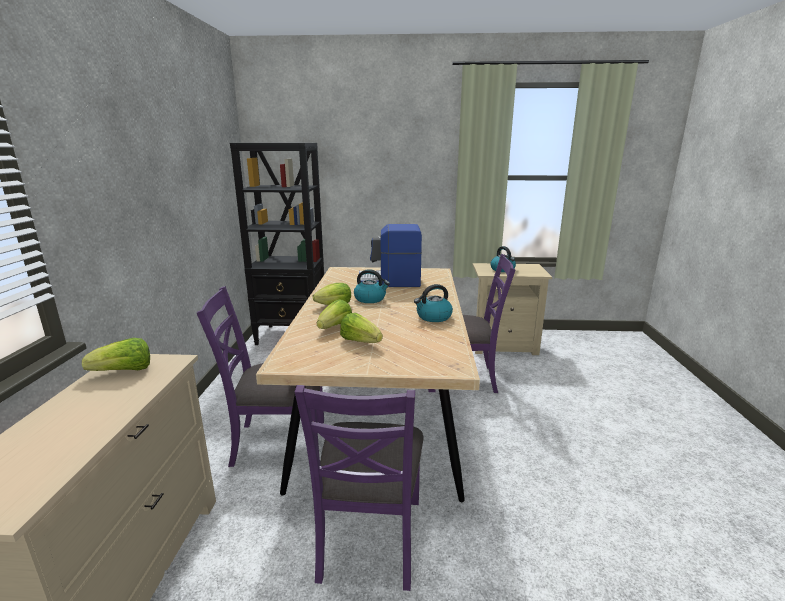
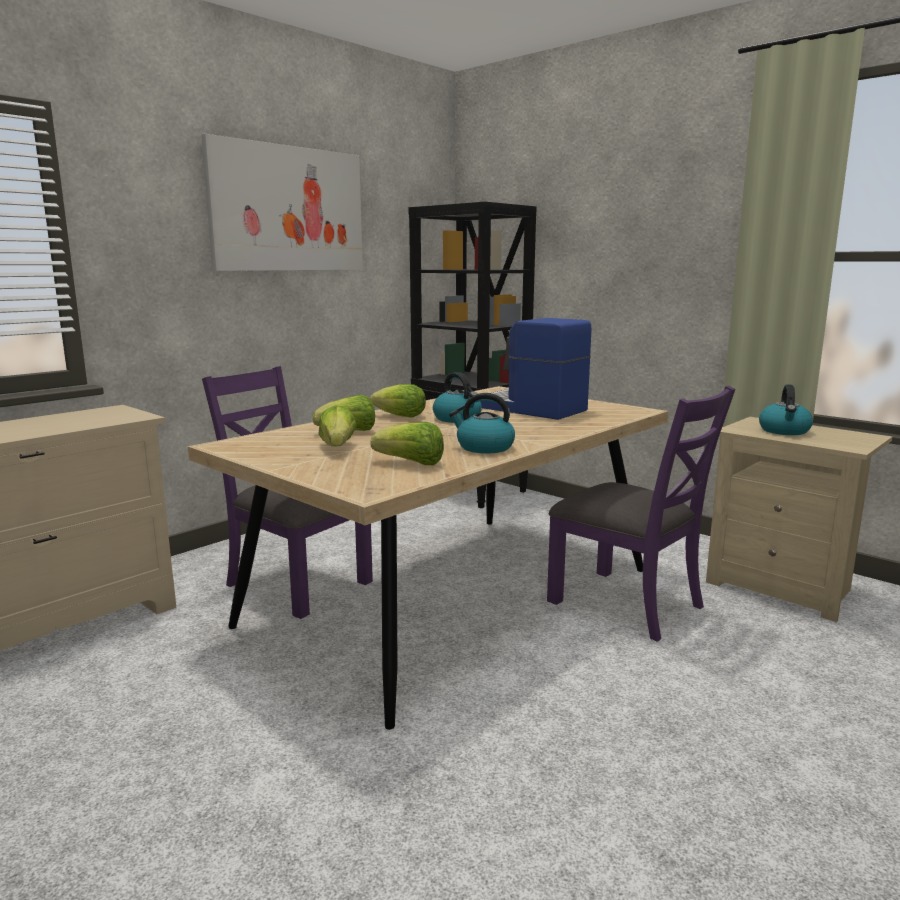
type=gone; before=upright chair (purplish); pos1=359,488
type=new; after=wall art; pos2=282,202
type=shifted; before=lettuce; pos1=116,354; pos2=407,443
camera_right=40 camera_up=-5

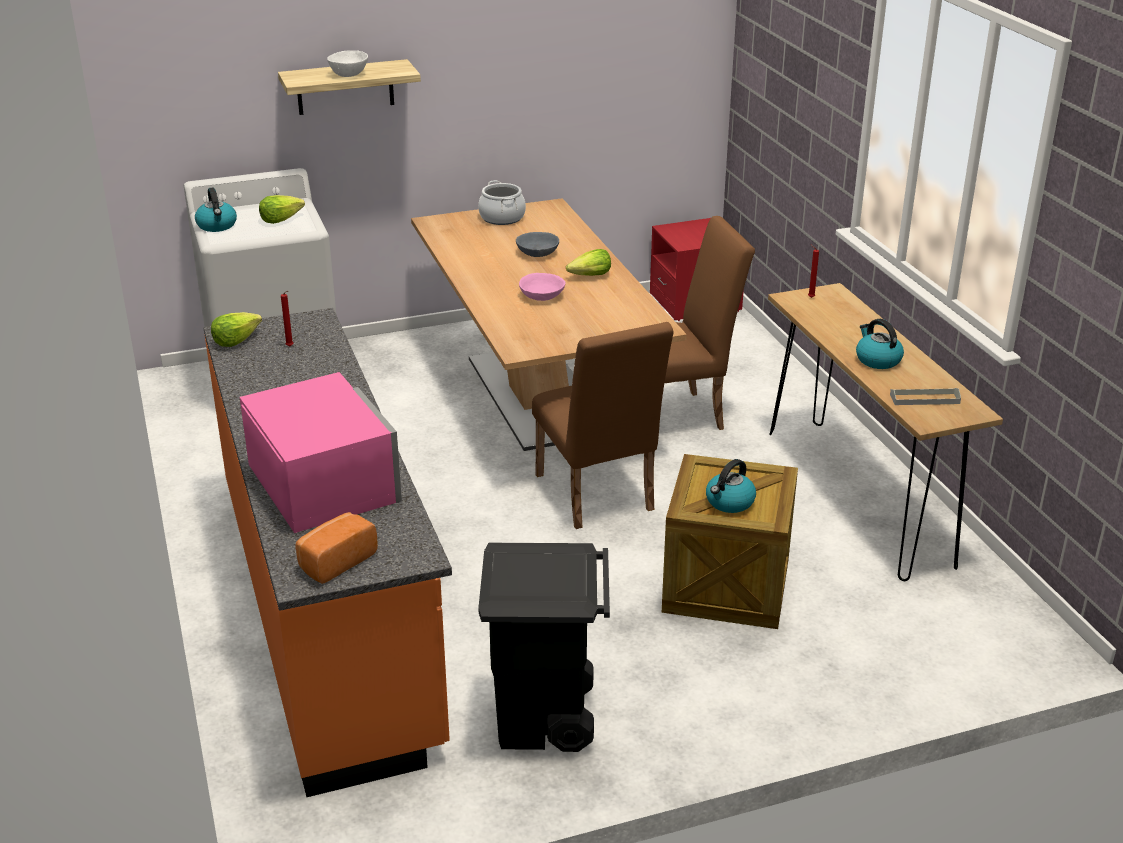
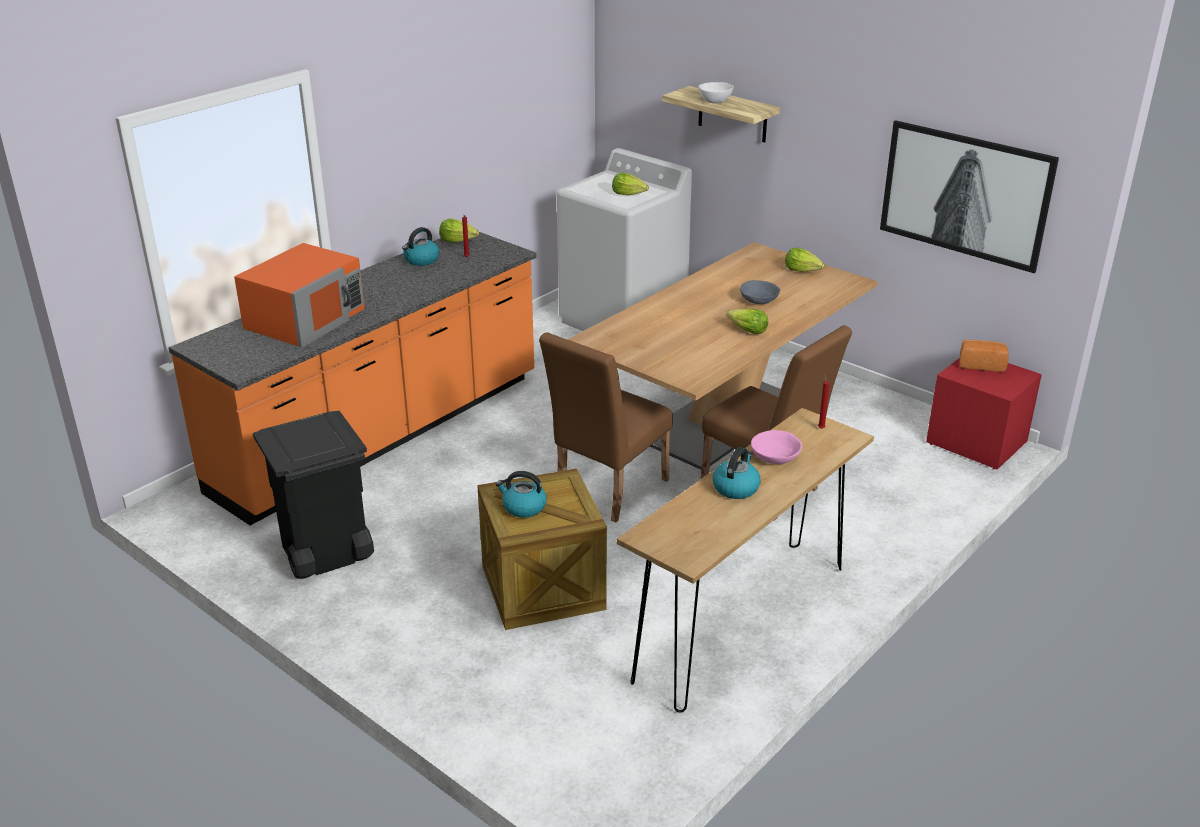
type=gone; before=carrying tray (gray); pos1=925,396
type=new; after=wall art; pos2=969,196
type=shifted; before=kettle; pos1=216,209; pos2=420,246
type=shifted; before=baked bread; pos1=336,548; pos2=984,356
type=shifted; before=bowl (pink); pos1=542,287; pos2=776,447
type=swapped; before=stockpot; after=lettuce; pos1=502,202; pos2=804,259
type=repainted; before=kitchen microwave (pink); after=kitchen microwave (orange-coloured); pos1=320,452; pos2=299,295
camera_right=60 camera_up=0

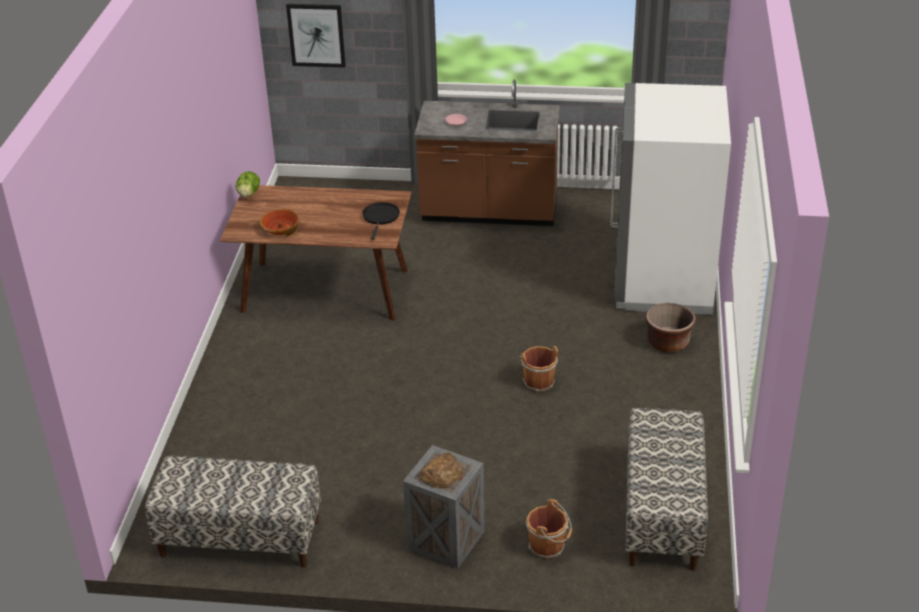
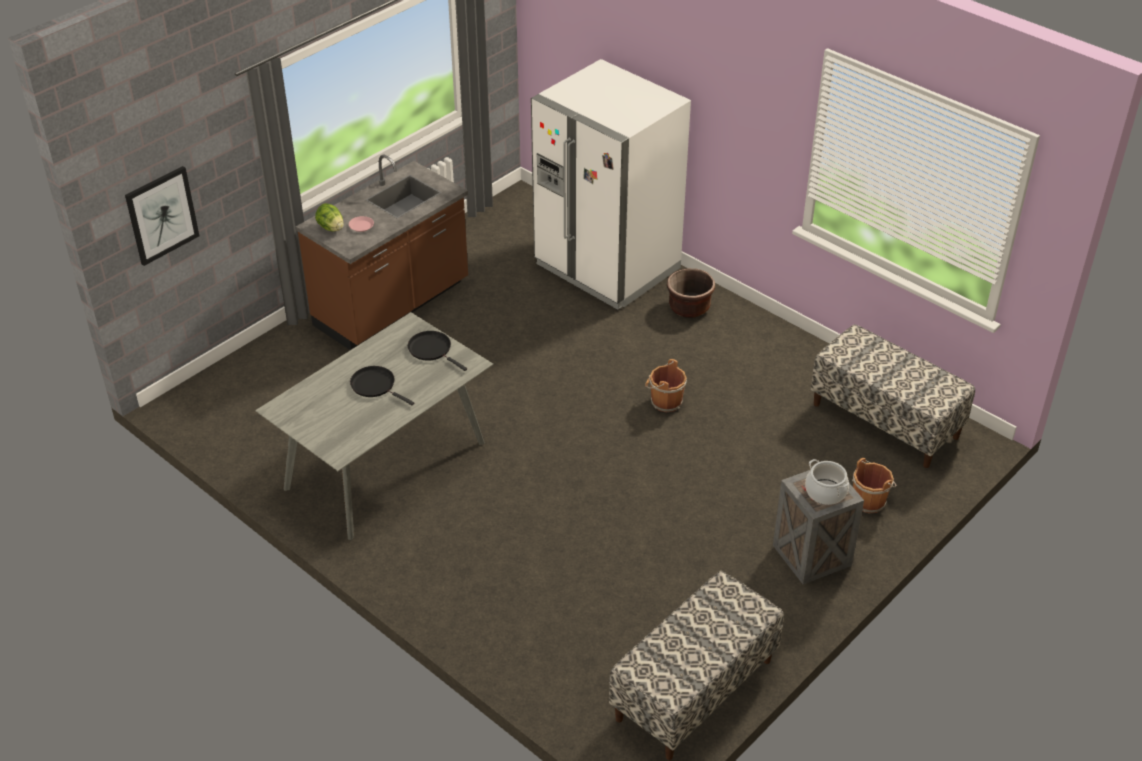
type=gone; before=bowl; pos1=279,223
type=new; after=frying pan (black-coloured); pos2=382,385
type=shifted; before=lettuce; pos1=248,184; pos2=329,217
type=swapped; before=baked bread; after=stockpot; pos1=441,470; pos2=827,482
type=repainted; before=dining table (brown-coloured); after=dining table (gray); pos1=316,253; pos2=374,426
camera_right=-55 camera_up=5

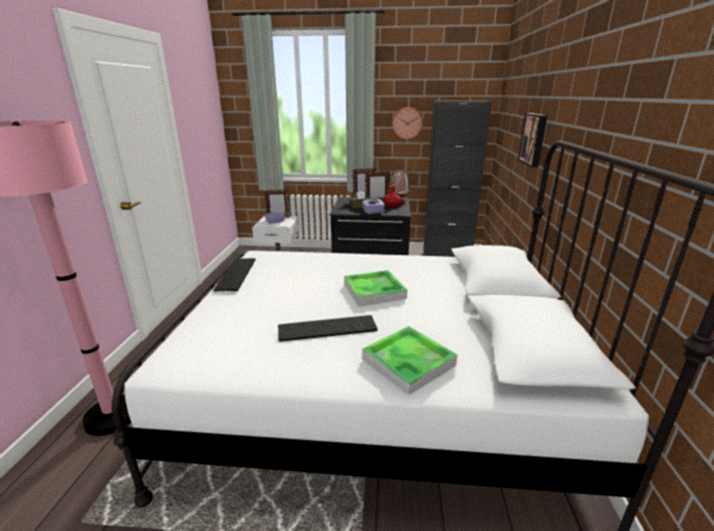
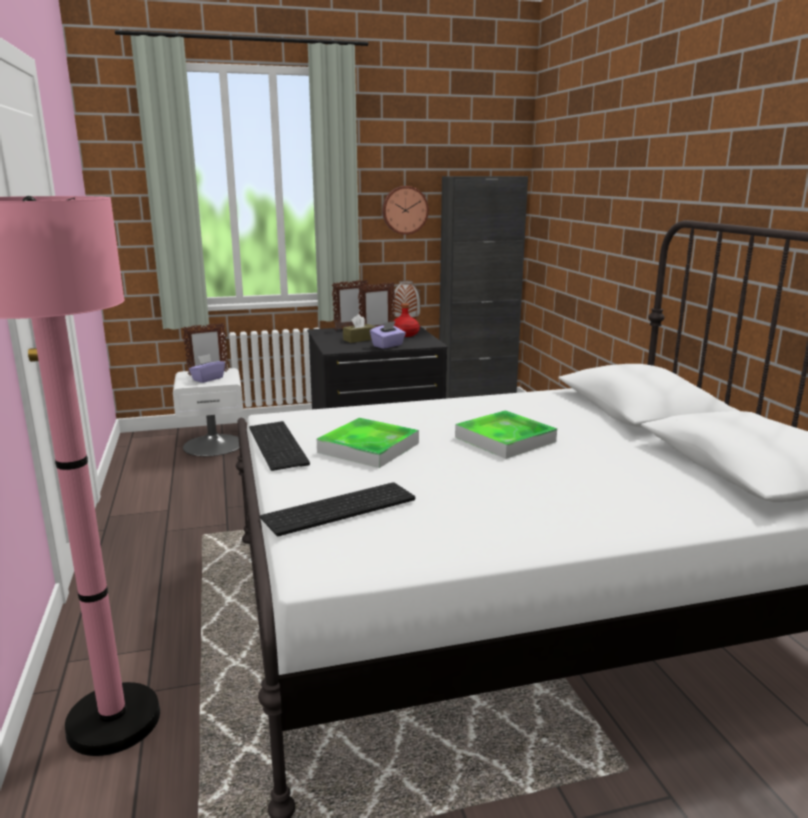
type=gone; before=wall art; pos1=532,140
type=shifted; before=keyboard; pos1=328,328; pos2=337,509
type=shifted; before=carrying tray; pos1=409,360; pos2=368,443
camera_right=-20 camera_up=-5

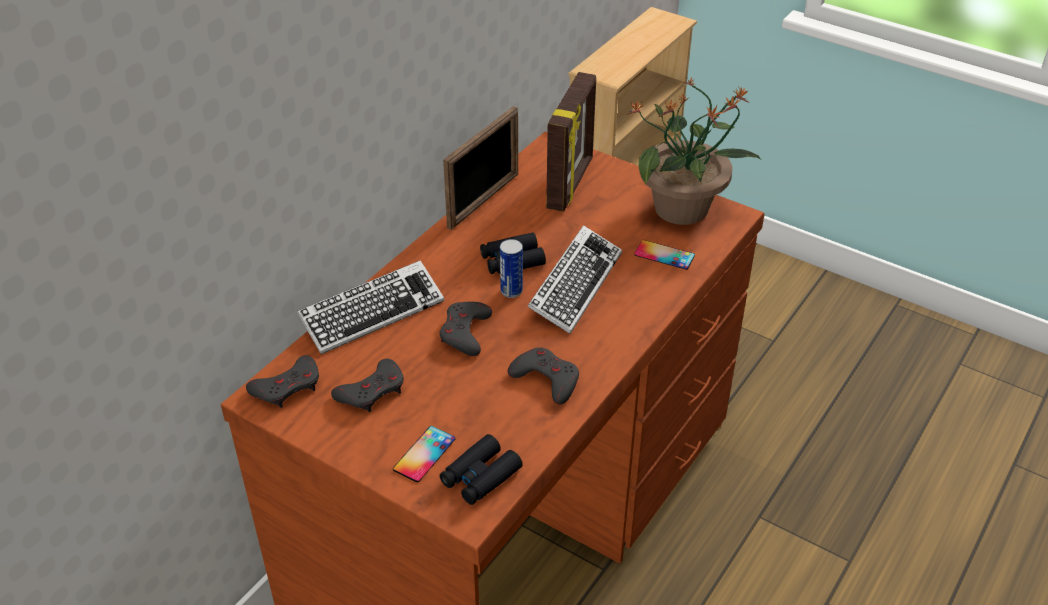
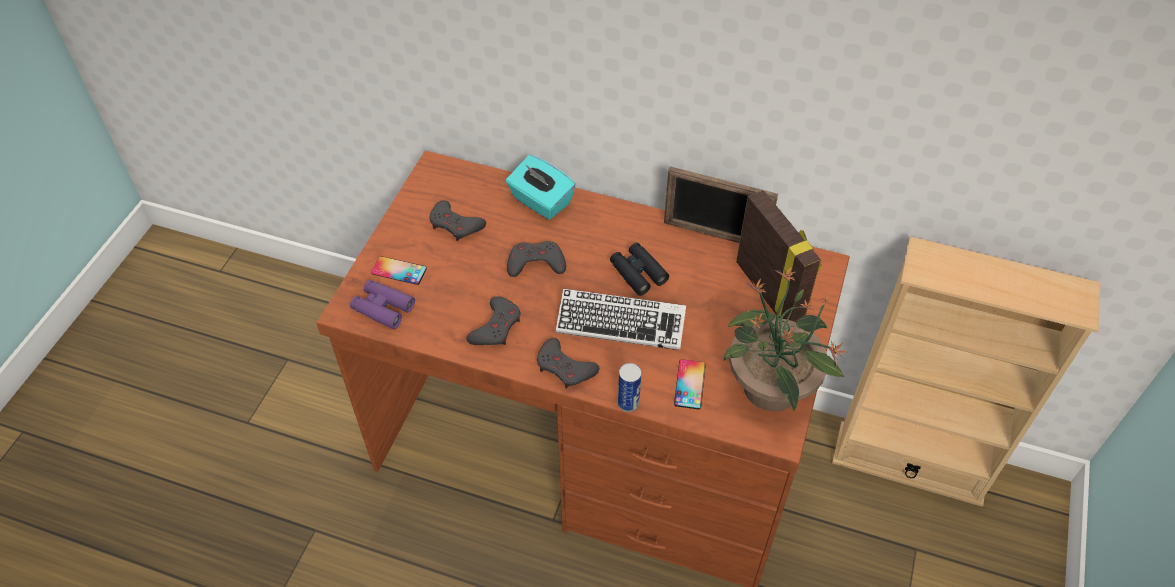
type=shifted; before=gamepad (gray); pos1=282,381; pos2=568,363
type=shifted; before=sealed can; pos1=511,268; pos2=629,387
type=swapped; before=keyboard; after=tissue holder (turquoise-coloured); pos1=370,307; pos2=541,187
type=repainted; before=pair of binoculars (black-coloured); after=pair of binoculars (purplish); pos1=481,469; pos2=382,304
type=rotated; before=standing frame; pos1=571,142; pos2=779,256; turn=-120
camera_right=75 camera_up=10

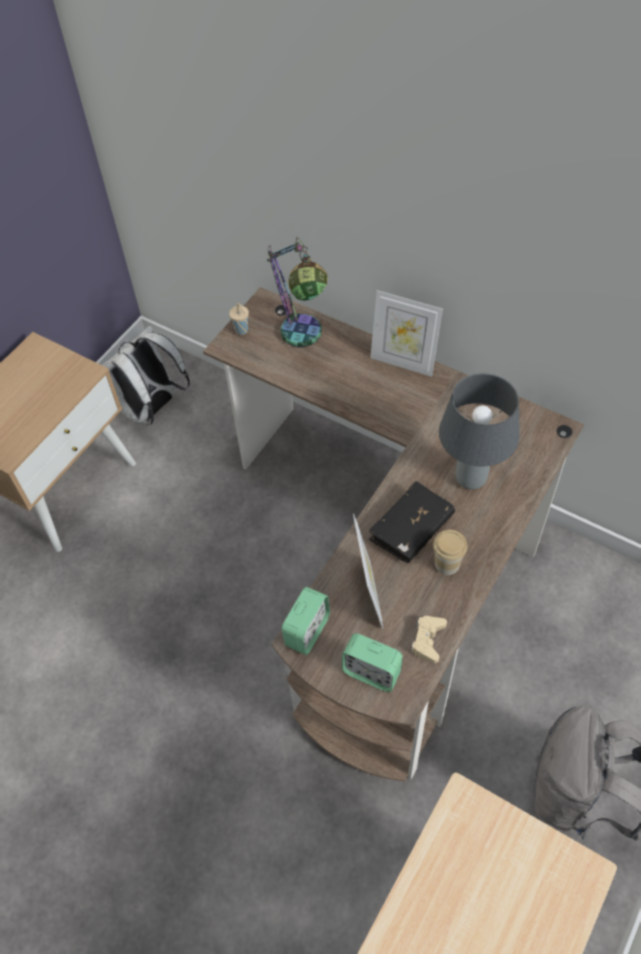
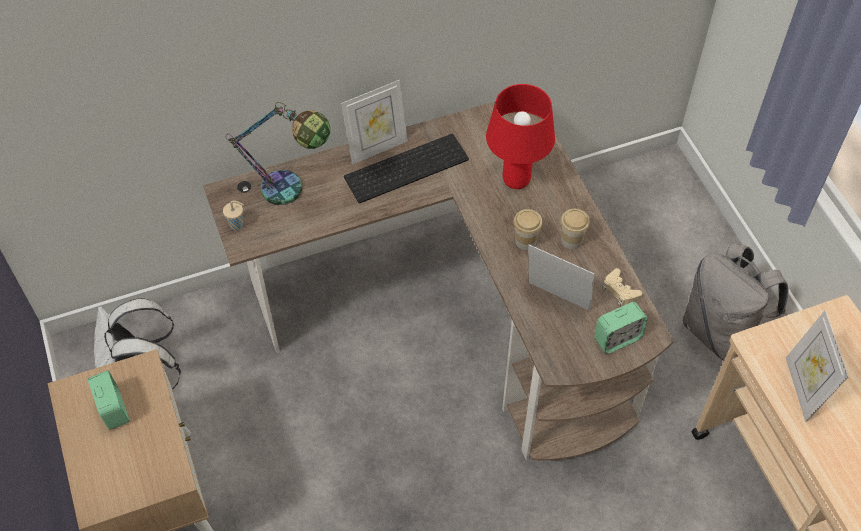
type=new; after=keyboard; pos2=406,168
type=new; after=standing frame; pos2=817,366
type=shifted; before=table clock; pos1=306,621; pos2=109,400
type=swapped; before=volume (black-coloured); after=drinking cup; pos1=411,522; pos2=528,229
type=repainted; before=tabletop lamp (gray); after=tabletop lamp (reddish); pos1=479,431; pos2=520,136
camera_right=-55 camera_up=0

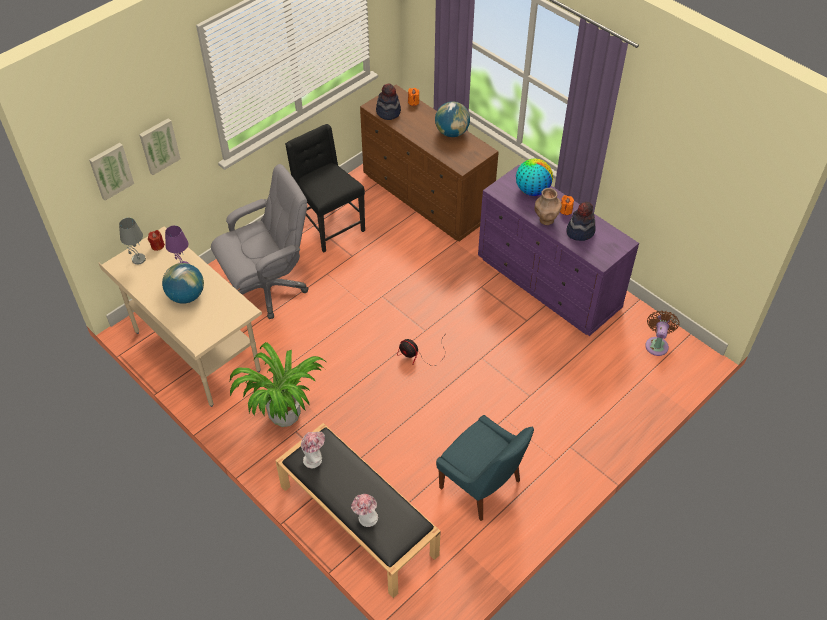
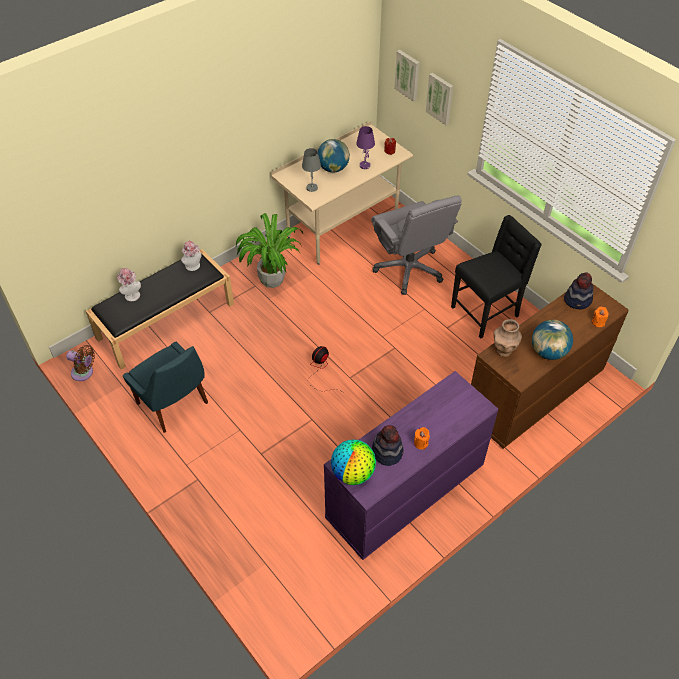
type=shifted; before=tabletop lamp (gray); pos1=132,241; pos2=311,170
type=shifted; before=globe; pos1=534,177; pos2=353,462
type=shifted; before=flower vase (brown-coloured); pos1=548,206; pos2=508,338
type=shifted; before=cooling fan (brown-coloured); pos1=662,333; pos2=80,363
type=rotated; before=upright chair (blue-coloured); pos1=485,468; pos2=165,387; turn=-90
camera_right=95 camera_up=0

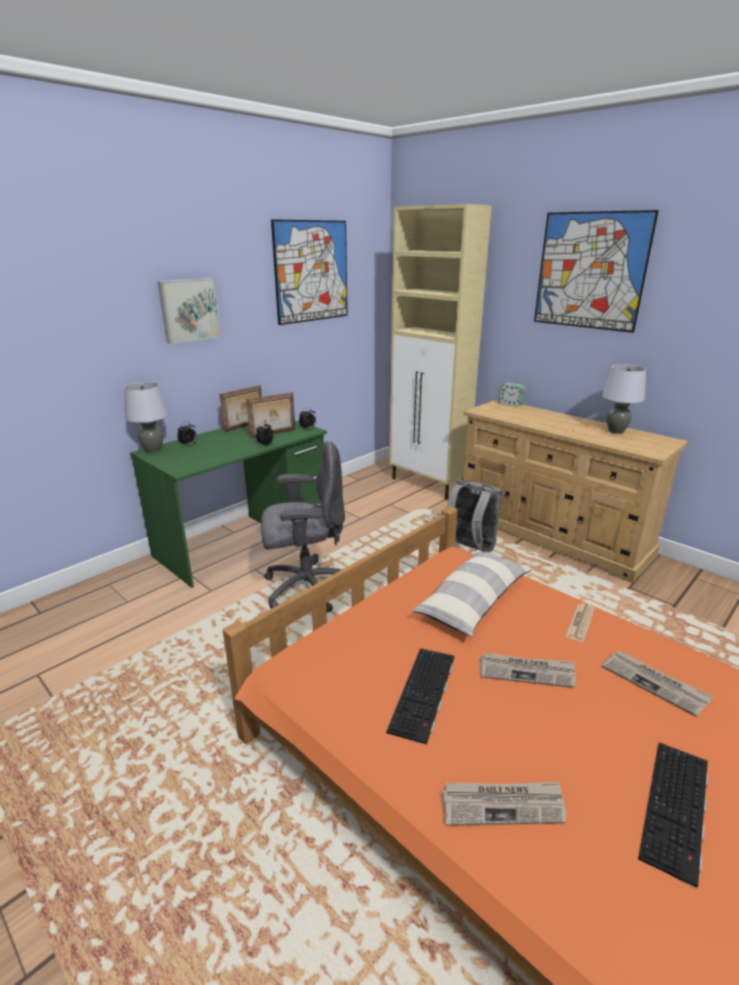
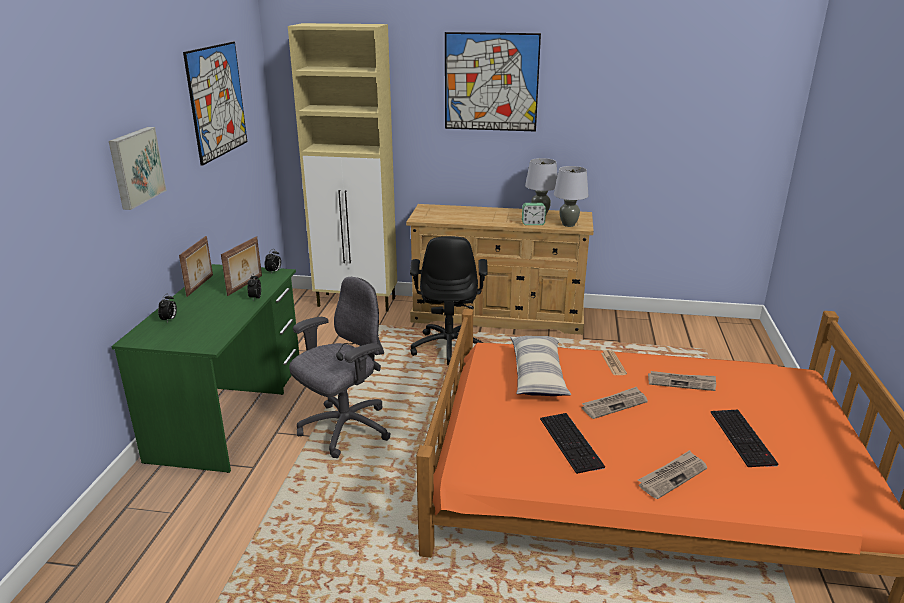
type=shifted; before=tabletop lamp (gray); pos1=146,417; pos2=571,196
type=shifted; before=table clock; pos1=512,394; pos2=534,214
type=swapped; before=backpack (gray); after=desk chair (black-coloured); pos1=475,516; pos2=449,301
camera_right=-35 camera_up=0

